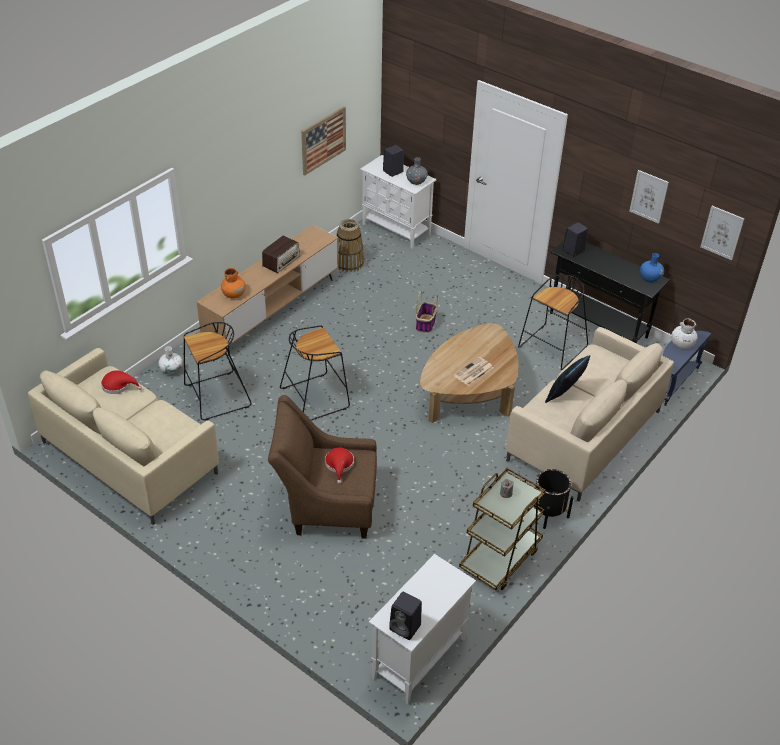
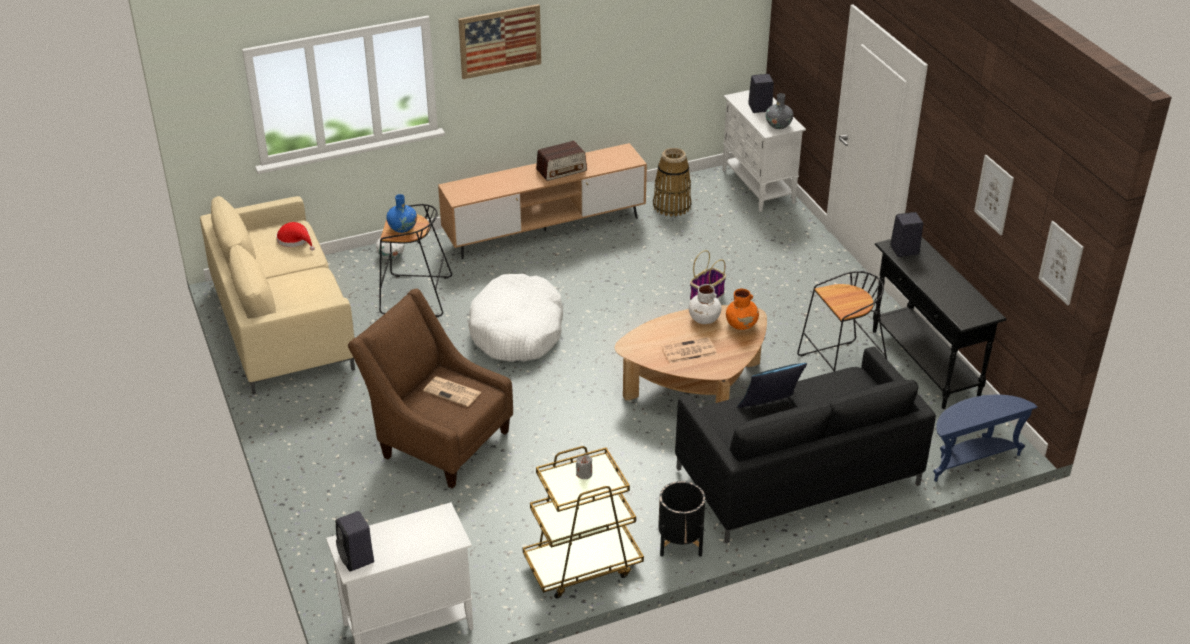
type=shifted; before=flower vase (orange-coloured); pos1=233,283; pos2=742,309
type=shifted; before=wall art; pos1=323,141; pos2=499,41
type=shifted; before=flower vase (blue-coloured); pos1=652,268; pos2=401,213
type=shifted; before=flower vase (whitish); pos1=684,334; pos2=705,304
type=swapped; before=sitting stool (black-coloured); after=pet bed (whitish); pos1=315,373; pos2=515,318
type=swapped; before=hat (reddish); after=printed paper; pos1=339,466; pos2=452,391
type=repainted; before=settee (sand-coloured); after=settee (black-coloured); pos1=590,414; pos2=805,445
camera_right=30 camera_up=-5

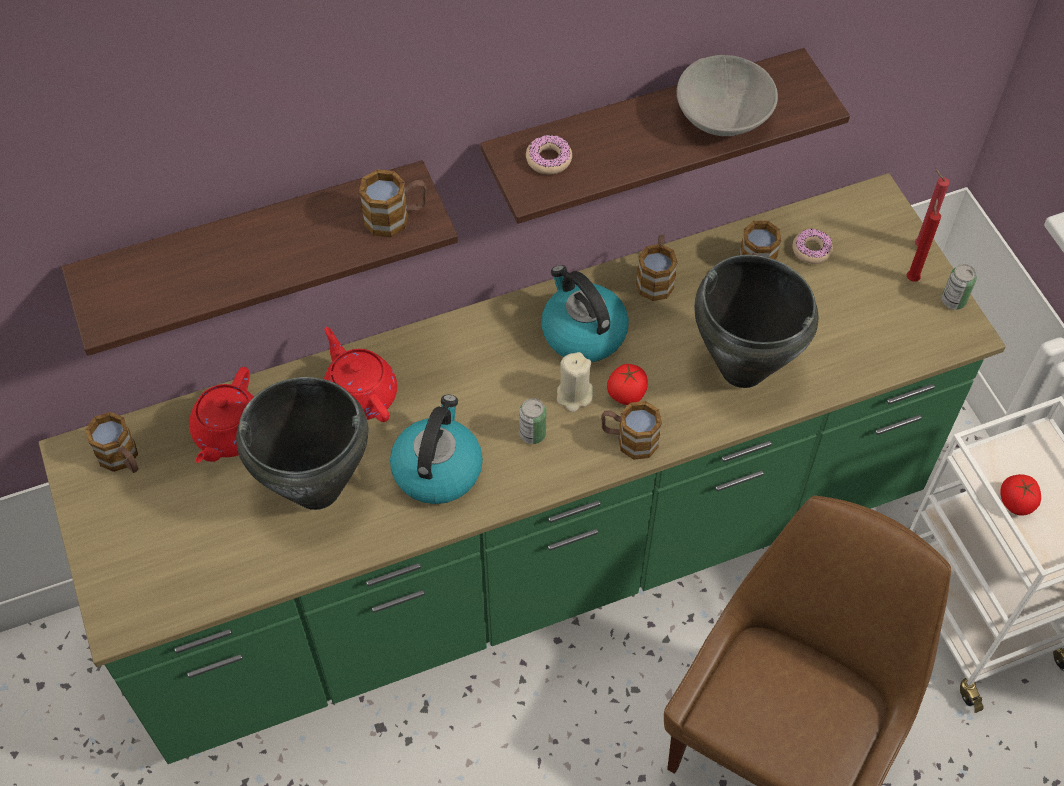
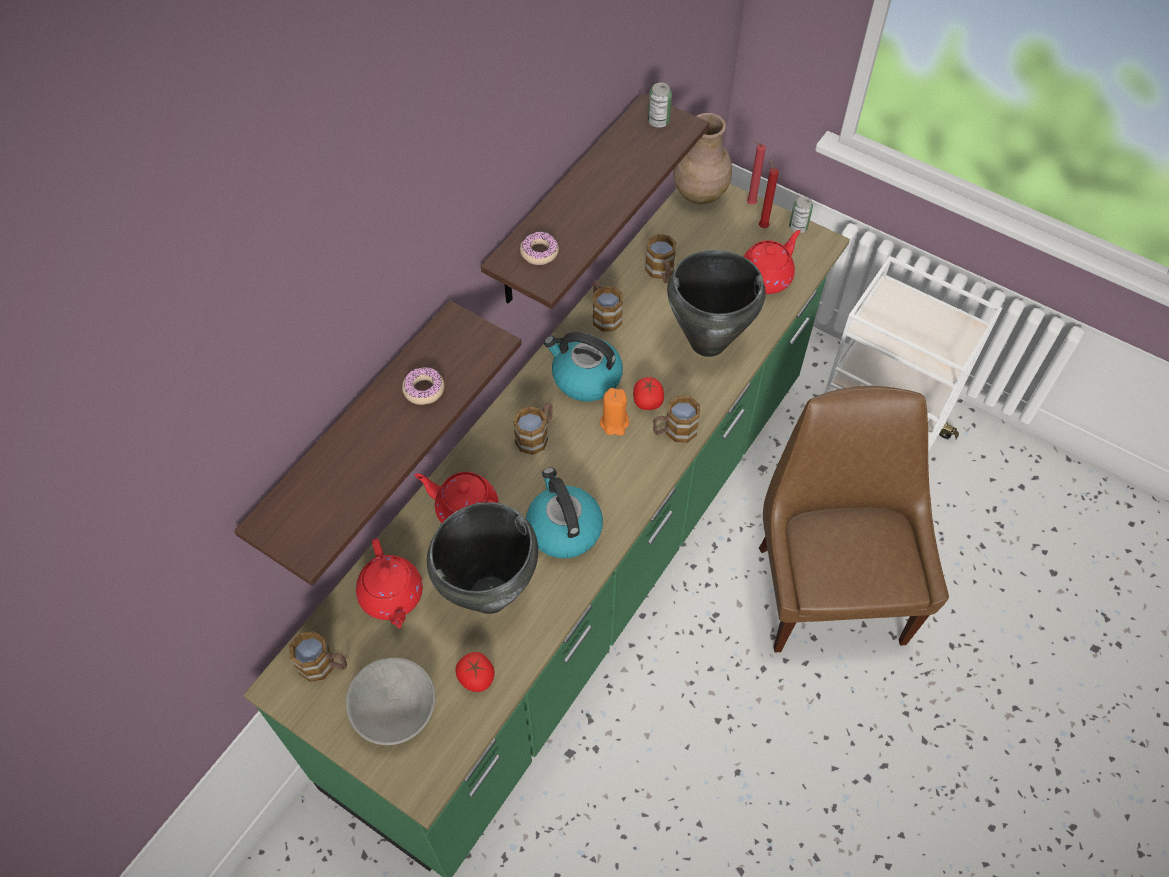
type=new; after=flower vase (brown-coloured); pos2=702,158
type=new; after=tea pot (reddish); pos2=772,262
type=shifted; before=mug; pos1=393,203; pos2=533,428
type=shifted; before=sealed can; pos1=532,421; pos2=660,105
type=shifted; before=bowl (gray); pos1=727,95; pos2=391,701
type=shifted; before=ring doughnut; pos1=813,246; pos2=423,386
type=shifted; before=fresh tomato; pos1=1020,495; pos2=475,672
type=repainted; before=wax candle (sand-coloured); after=wax candle (orange-coloured); pos1=575,382; pos2=614,412
camera_right=-35 camera_up=0

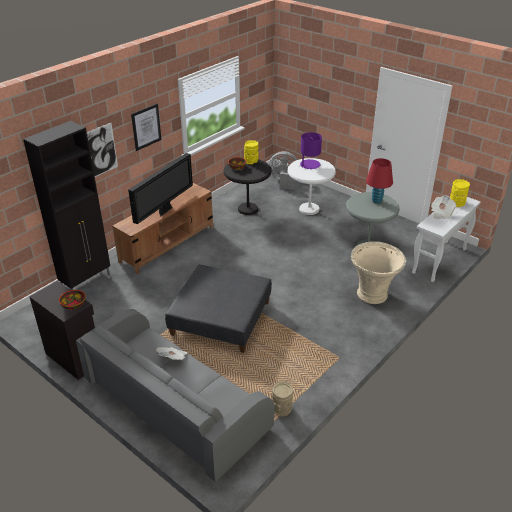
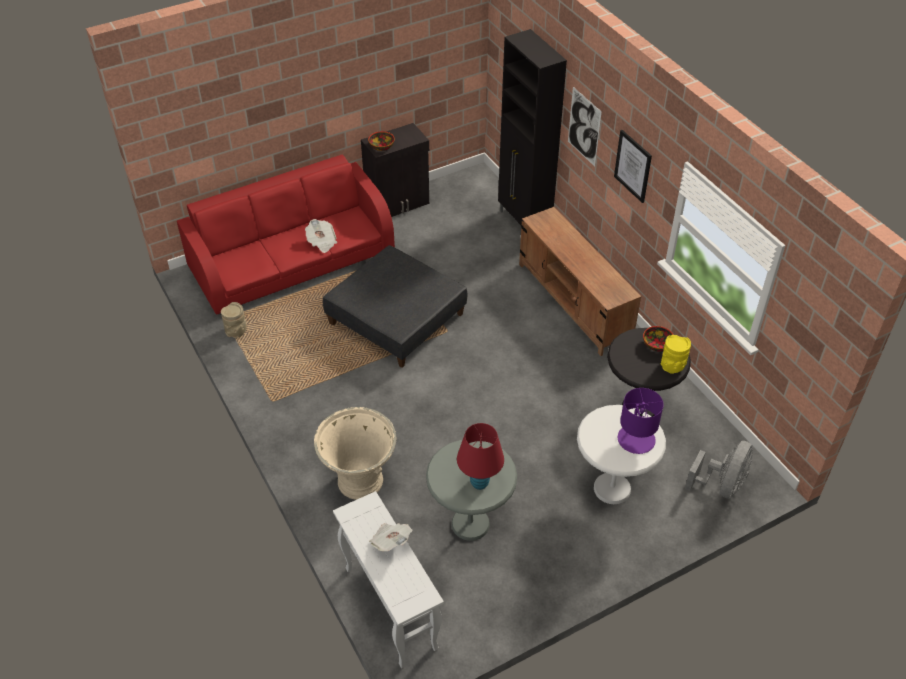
type=gone; before=TV set; pos1=160,188
type=gone; before=flower vase (yellow-coloured); pos1=460,193
type=repainted; before=settee (gray); after=settee (reddish); pos1=175,395; pos2=286,235
camera_right=110 camera_up=10

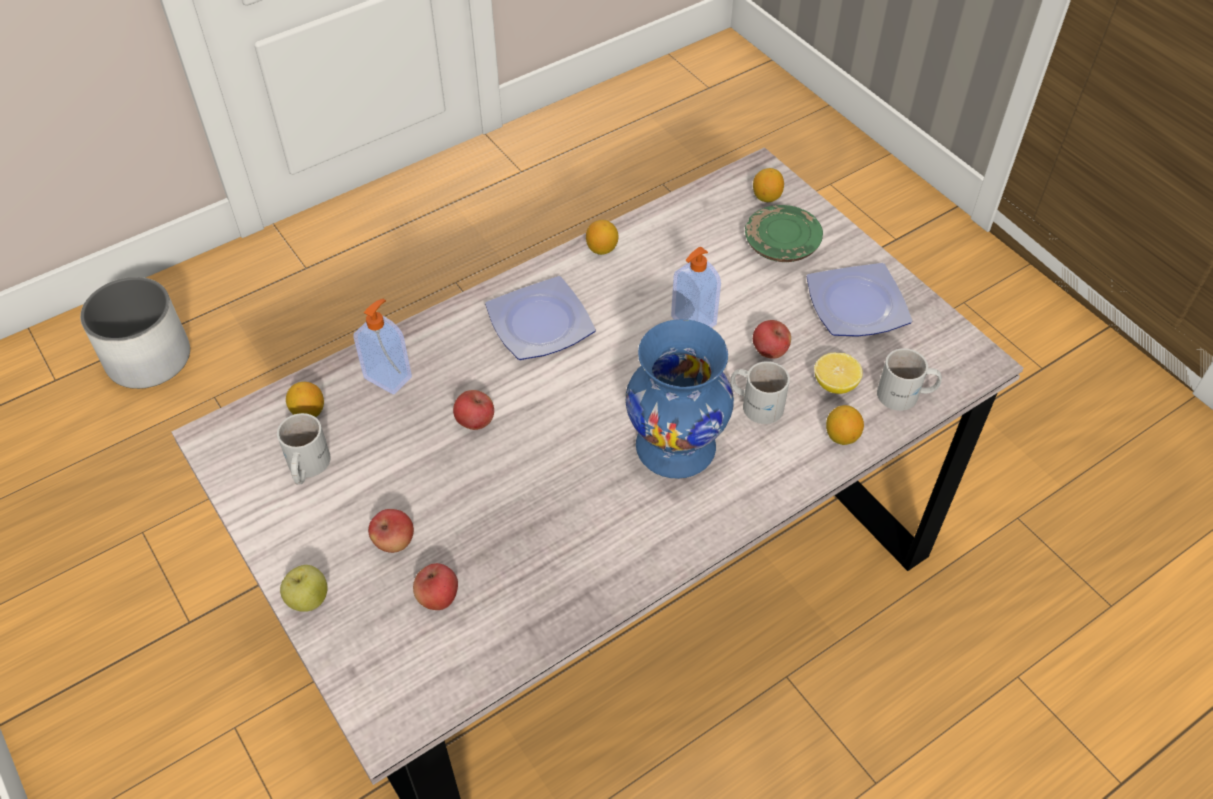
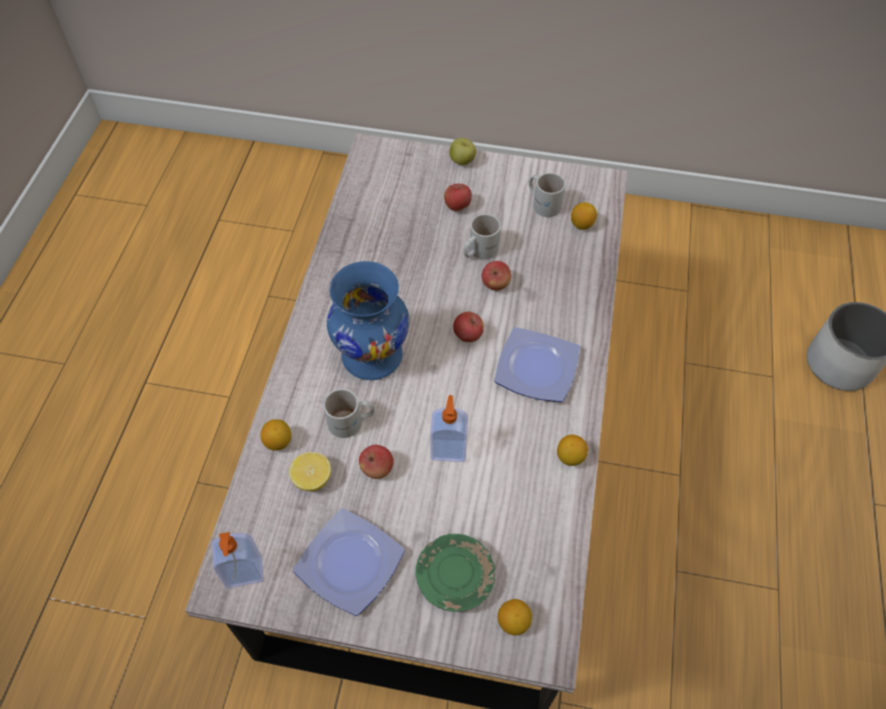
type=shifted; before=soap dispenser; pos1=382,347; pos2=238,560
type=shifted; before=whole apple; pos1=435,586; pos2=468,327
type=shifted; before=mug (whitish); pos1=909,379; pos2=482,236
camera_right=135 camera_up=5

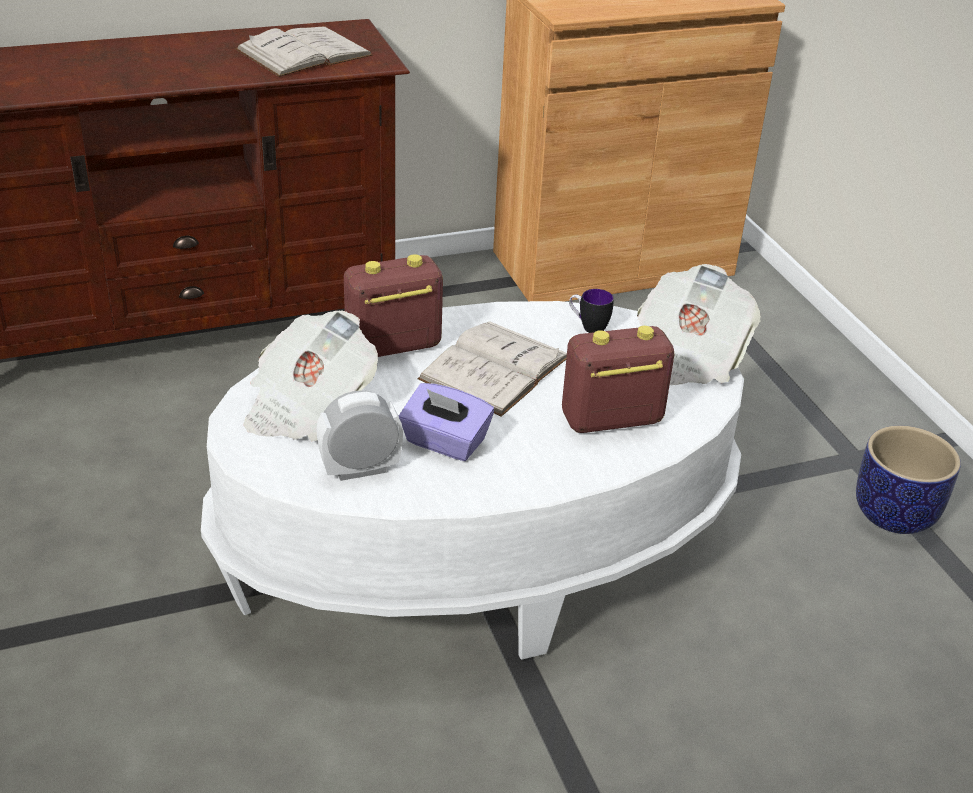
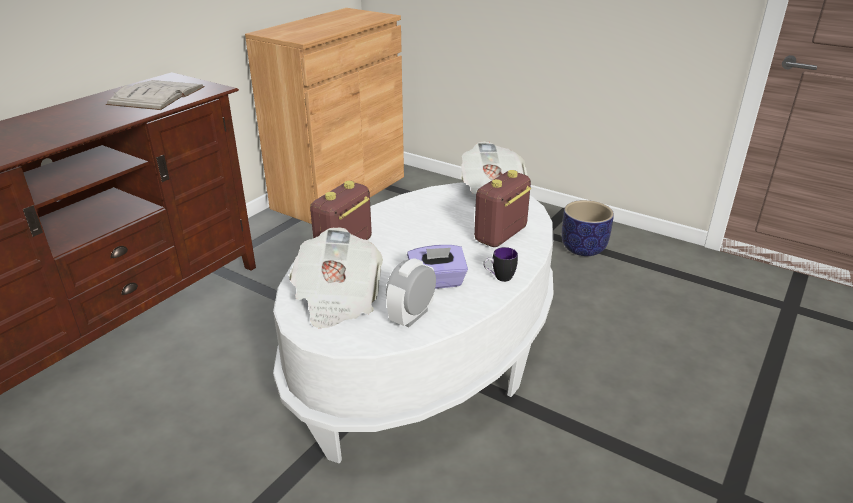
type=gone; before=volume (whitish); pos1=492,369
type=shifted; before=mug; pos1=591,311; pos2=500,264
camera_right=-35 camera_up=-5

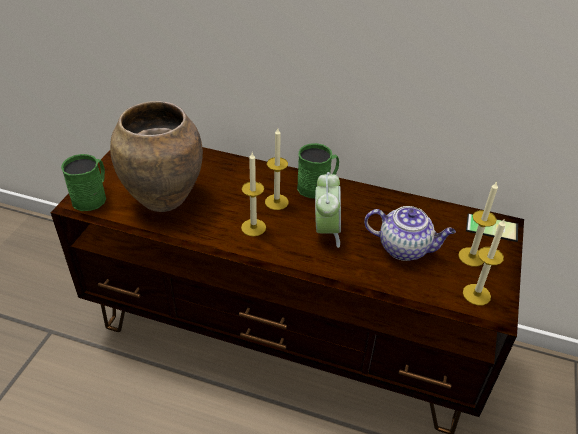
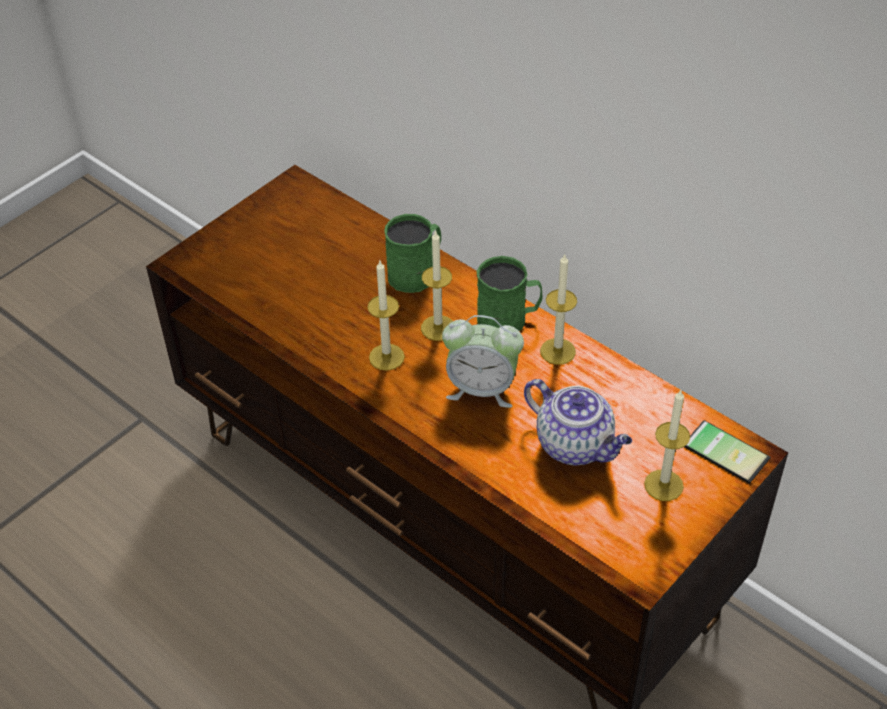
type=gone; before=flower vase (brown-coloured); pos1=156,156
type=shifted; before=mug (green-coloured); pos1=83,182; pos2=412,253
type=shifted; before=wax candle; pos1=484,261; pos2=558,309
type=rotated; before=table clock; pos1=328,210; pos2=483,361; turn=75
camera_right=25 camera_up=5

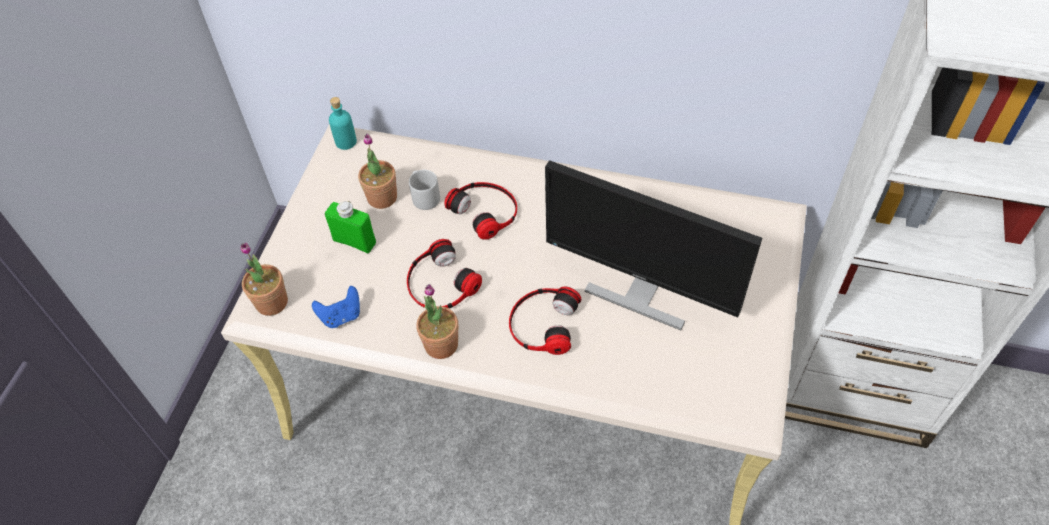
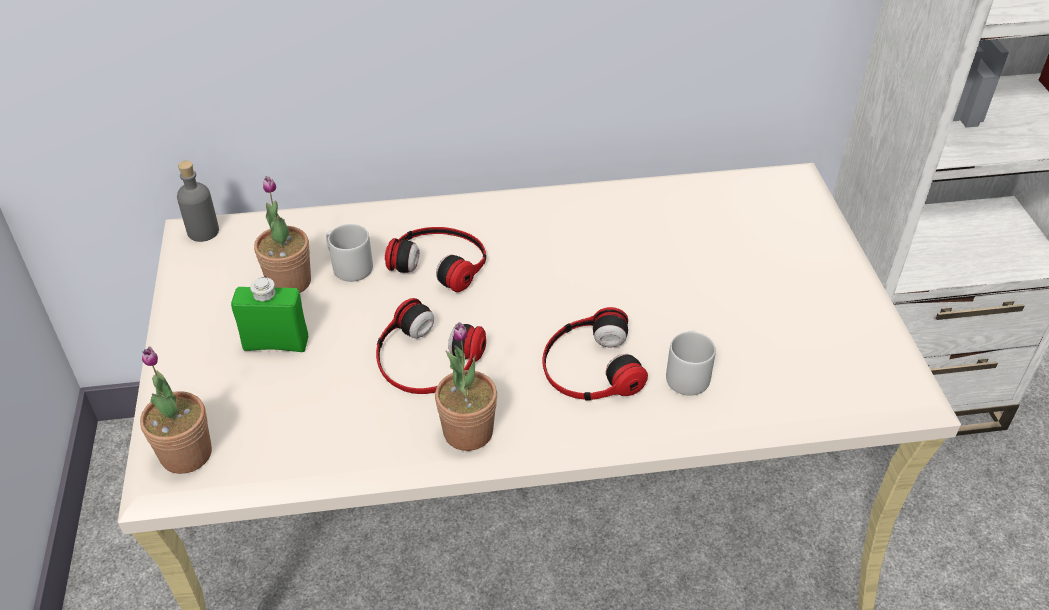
type=gone; before=gamepad (blue-coloured); pos1=336,307
type=gone; before=computer screen; pos1=653,245
type=new; after=mug (gray); pos2=691,363
type=repainted; before=drink bottle (turquoise-coloured); after=drink bottle (gray); pos1=343,123; pos2=198,201
camera_right=-25 camera_up=-10

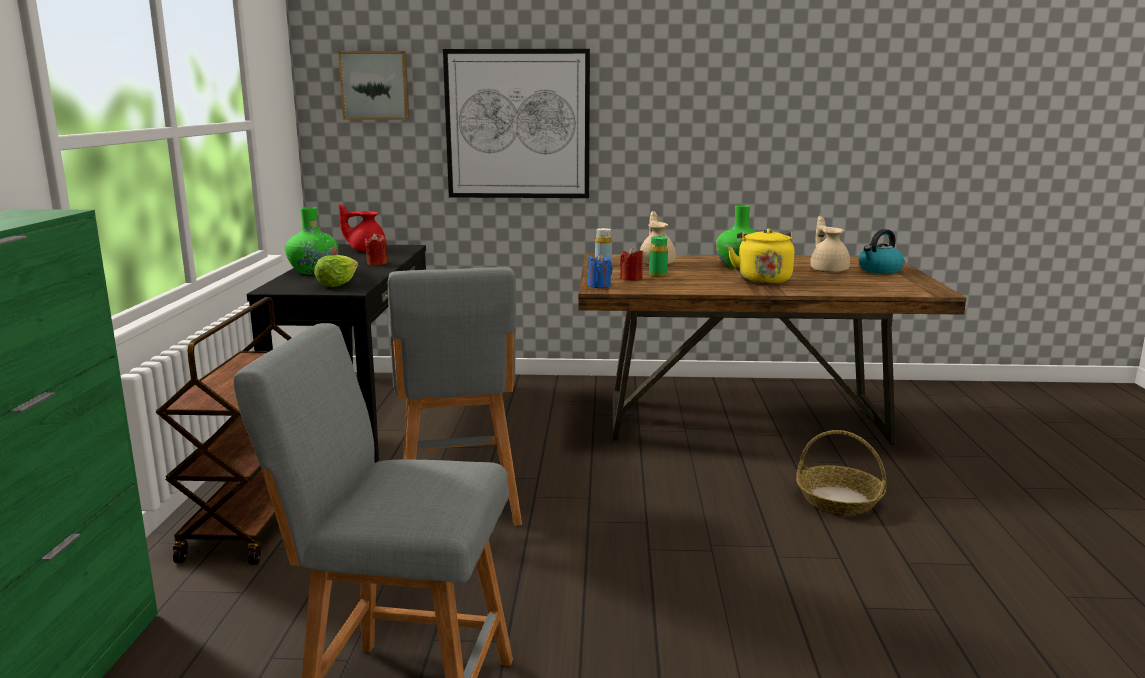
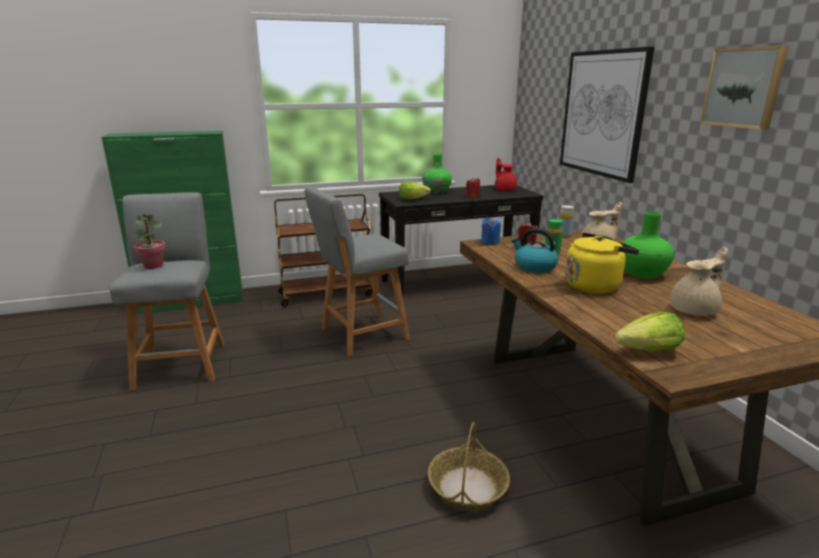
type=new; after=houseplant; pos2=150,241
type=new; after=lettuce; pos2=649,331
type=shifted; before=wall art; pos1=373,85; pos2=744,87
type=shifted; before=kettle; pos1=881,251; pos2=535,250
camera_right=70 camera_up=5

